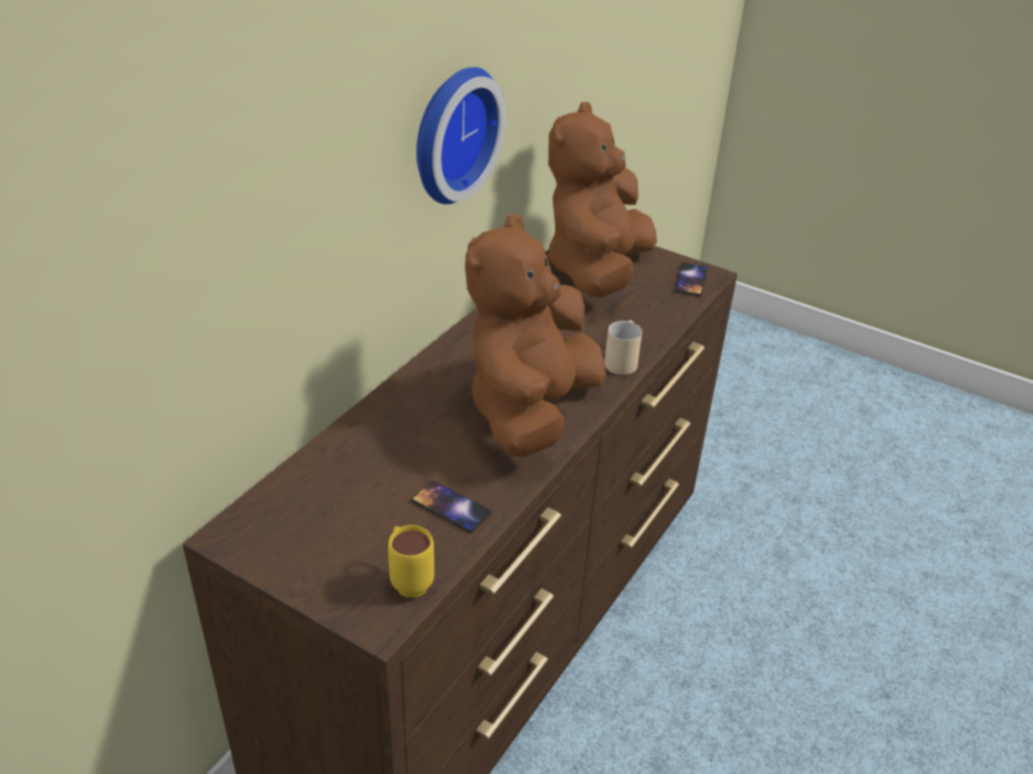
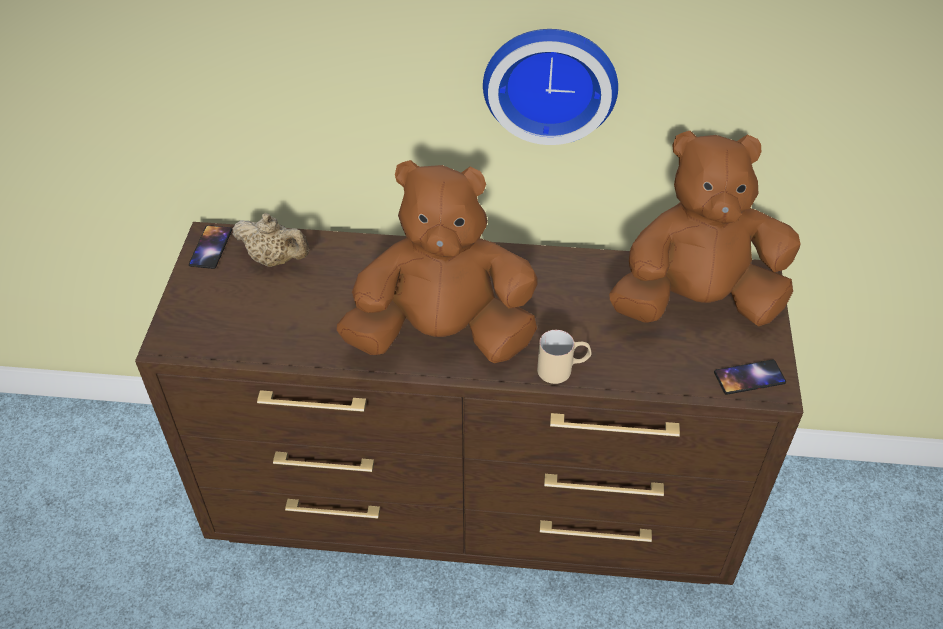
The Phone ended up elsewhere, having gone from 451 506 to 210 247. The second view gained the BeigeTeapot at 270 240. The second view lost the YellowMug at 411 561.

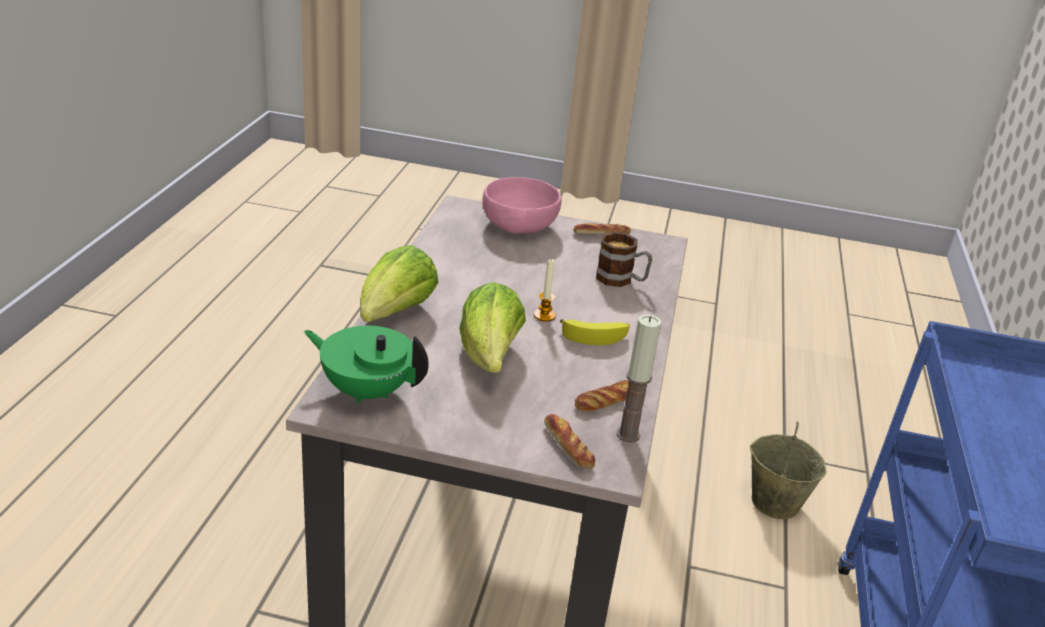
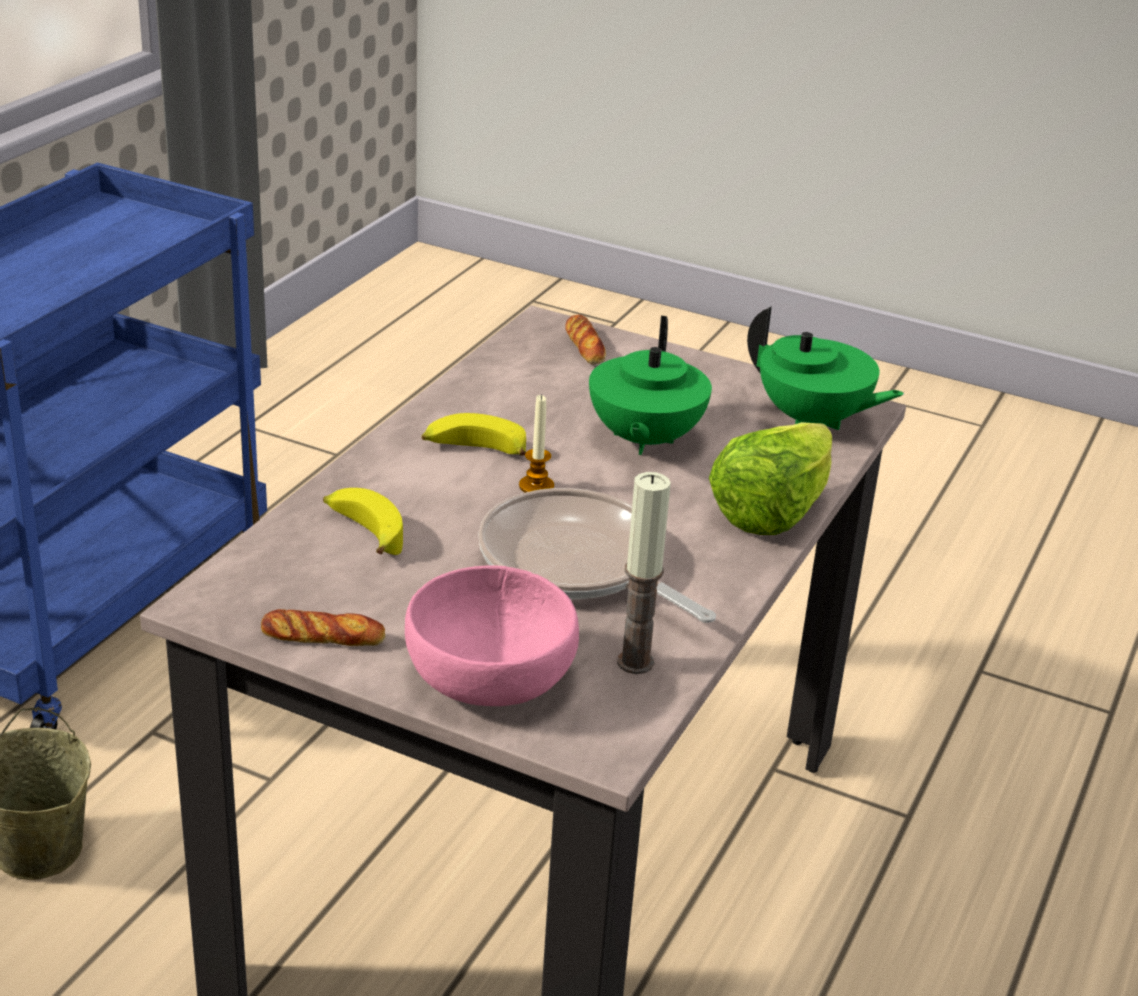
Where the Mug stood at 624 259, the Banana came to stand at 363 521. The second view gained the FryingPan at 597 555. Where the Lettuce stood at 492 327, the GreenTeapot came to stand at 650 385. The Candle ended up elsewhere, having gone from 639 378 to 644 573. The second view lost the Bread at 602 395.

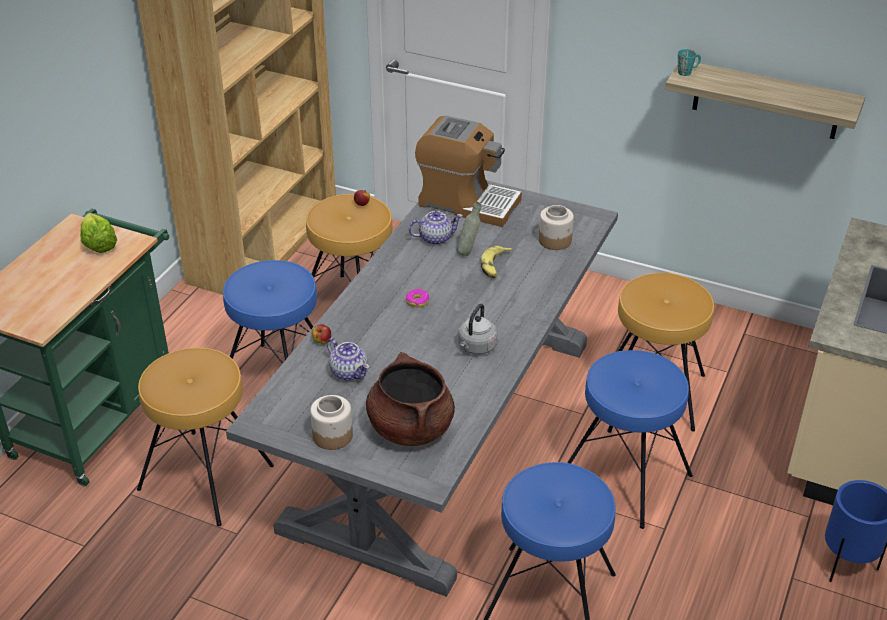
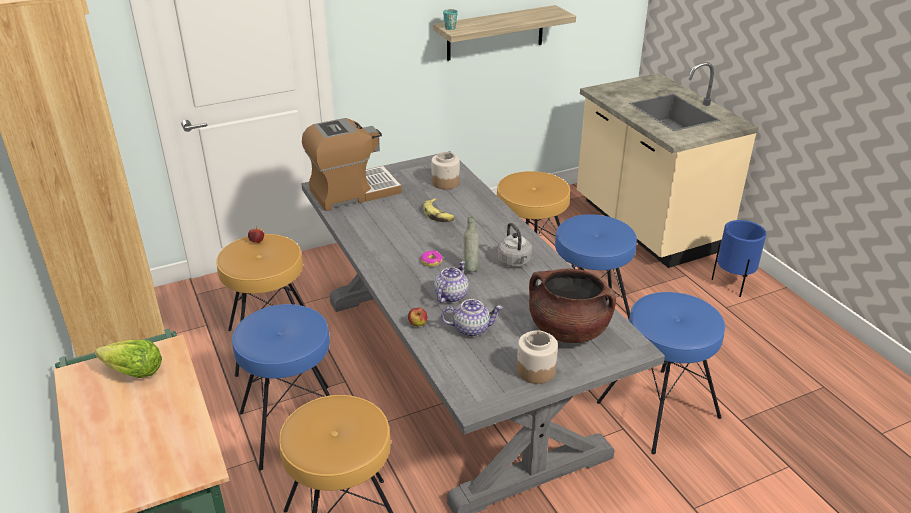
The Teapot ended up elsewhere, having gone from 436 228 to 451 282. The GreyBottle ended up elsewhere, having gone from 469 229 to 471 244.

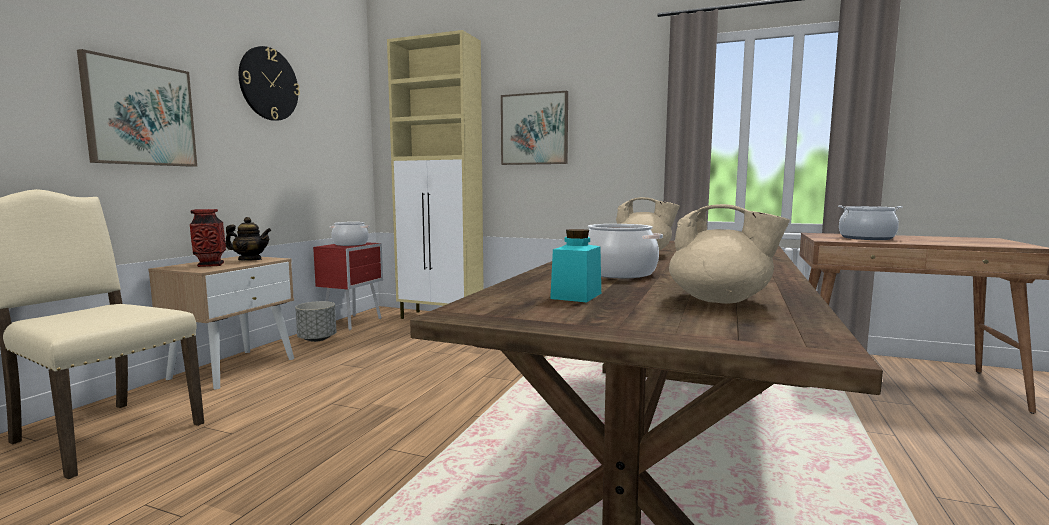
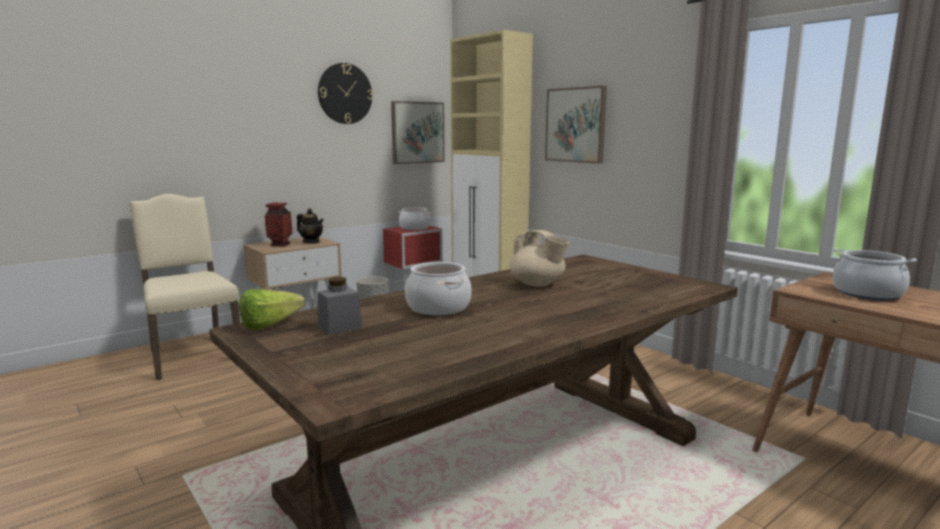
The second view gained the Lettuce at 272 309. What was the TurquoiseJar at 575 265 turned into the GreyJar at 340 306. The Picture ended up elsewhere, having gone from 137 108 to 418 132. The second view lost the BeigeTeapot at 729 254.

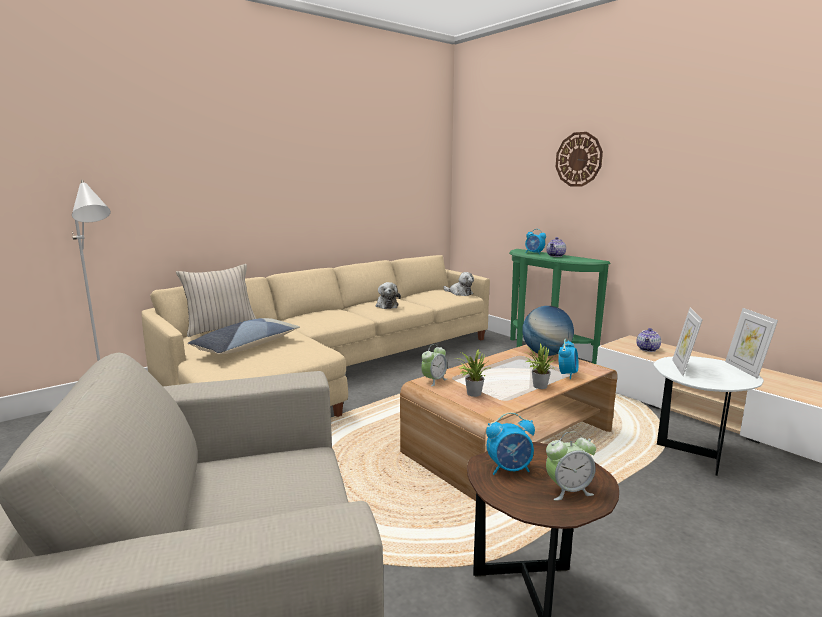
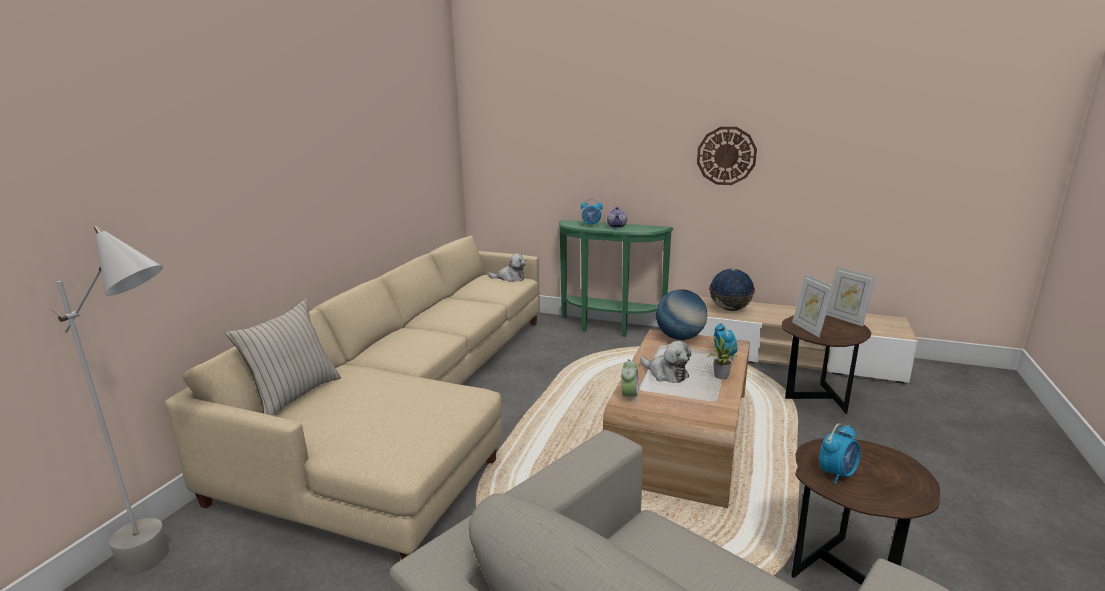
The PlushToy ended up elsewhere, having gone from 388 295 to 665 362. The WallClock ended up elsewhere, having gone from 579 159 to 727 156. Where the Teapot stood at 648 340, the Globe came to stand at 732 290. What was the WhiteSideTable at 708 416 turned into the BrownSideTable at 826 364. The second view lost the Pillow at 244 336. The second view lost the PottedPlant at 473 373. The second view lost the AlarmClock at 571 466.

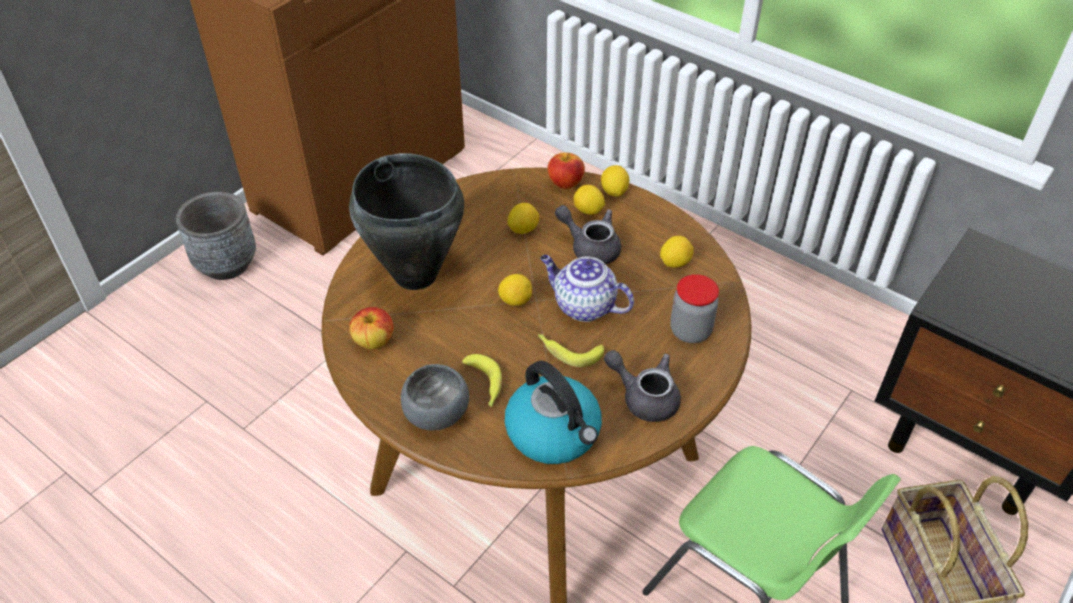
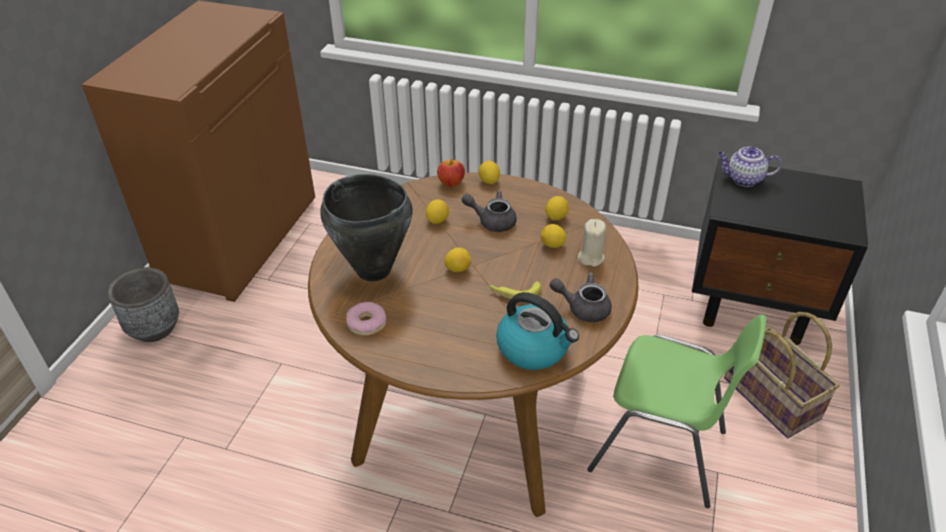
Where the Apple stood at 371 328, the Donut came to stand at 366 319. The Lemon ended up elsewhere, having gone from 589 200 to 553 236. Where the Jar stood at 694 308, the BeigeCandle came to stand at 592 243. The Teapot ended up elsewhere, having gone from 587 288 to 750 167. The second view lost the GreyBowl at 435 397. The second view lost the Banana at 482 380.

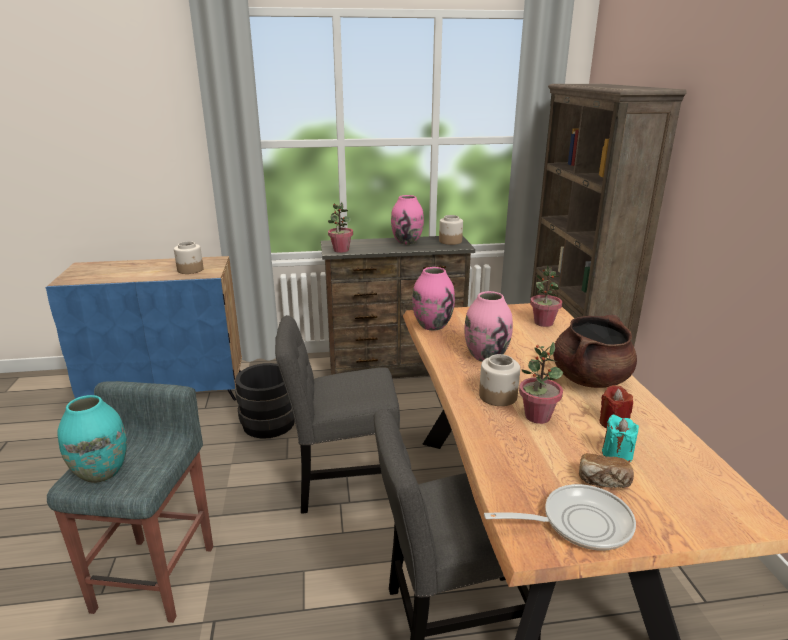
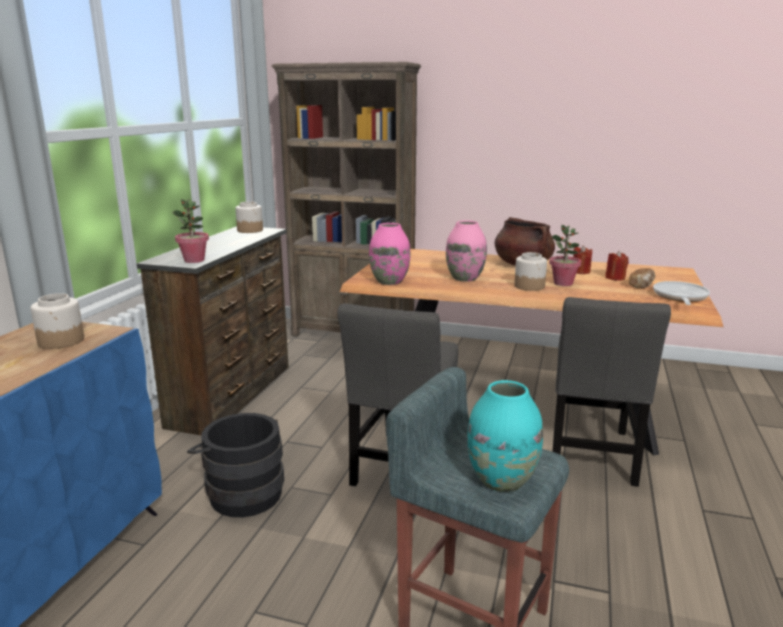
What was the TurquoiseCandle at 620 439 turned into the RedCandle at 617 266. The second view lost the PinkVase at 407 220. The second view lost the PottedPlant at 546 296.

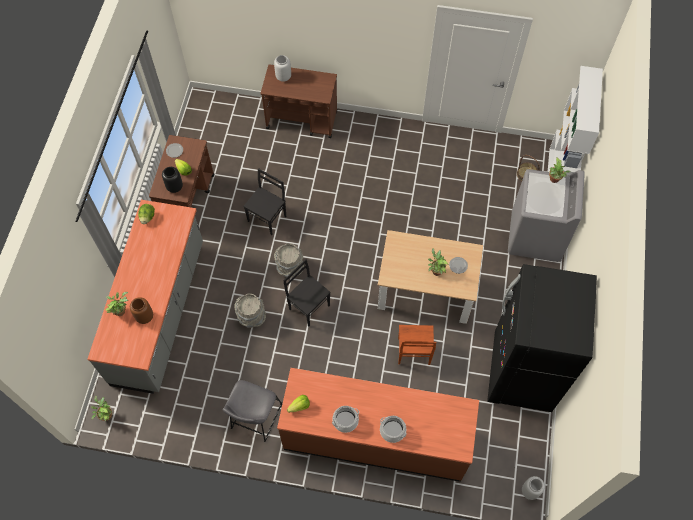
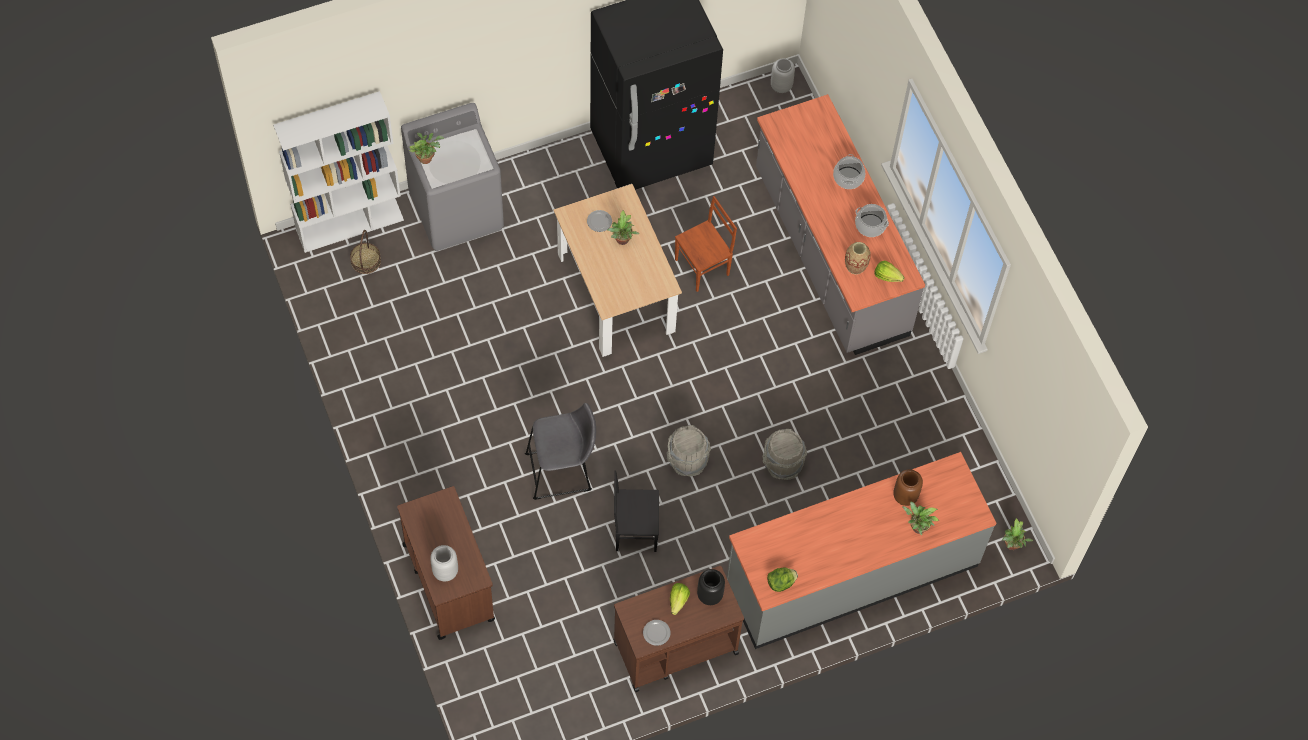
The GreyStool ended up elsewhere, having gone from 252 411 to 560 451. What was the BrownCounter at 378 425 turned into the GreyCounter at 840 224. The second view gained the Vase at 858 258. The second view lost the BlackChair at 307 292.

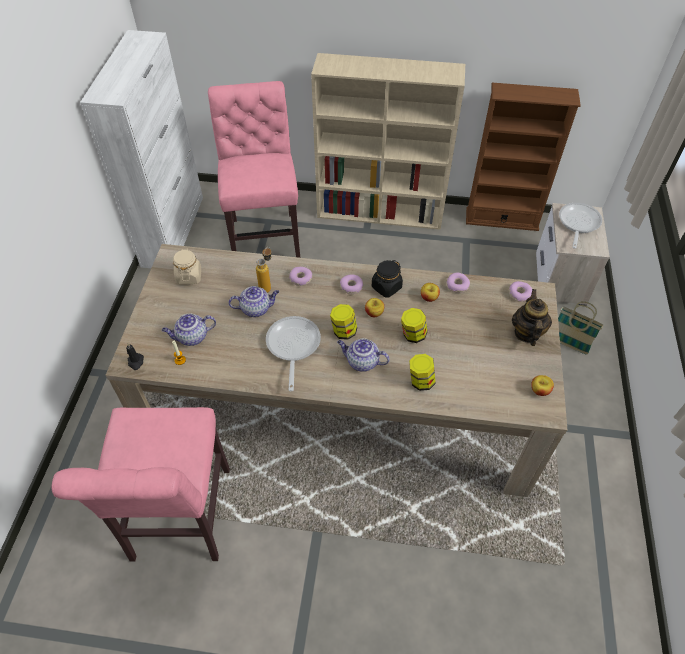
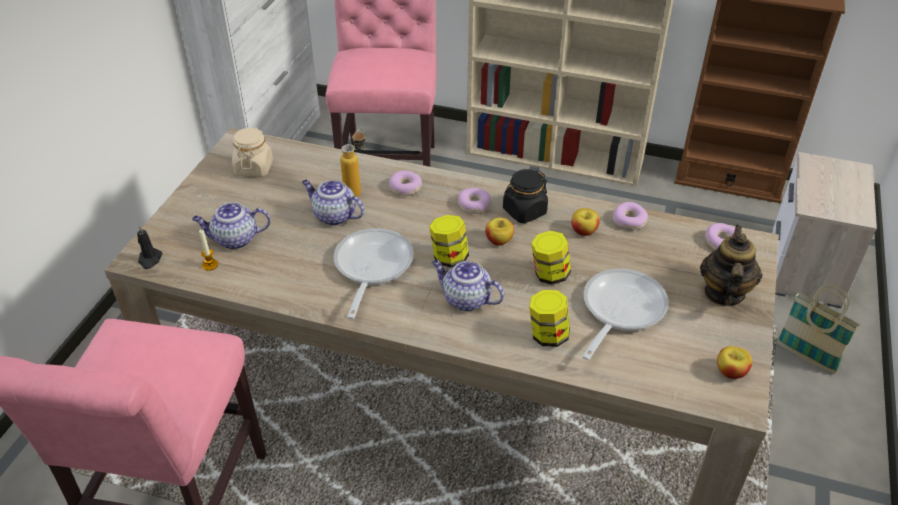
The Teapot at 253 301 ended up facing another way, 150 degrees counterclockwise from before. The FryingPan ended up elsewhere, having gone from 580 226 to 625 314.

